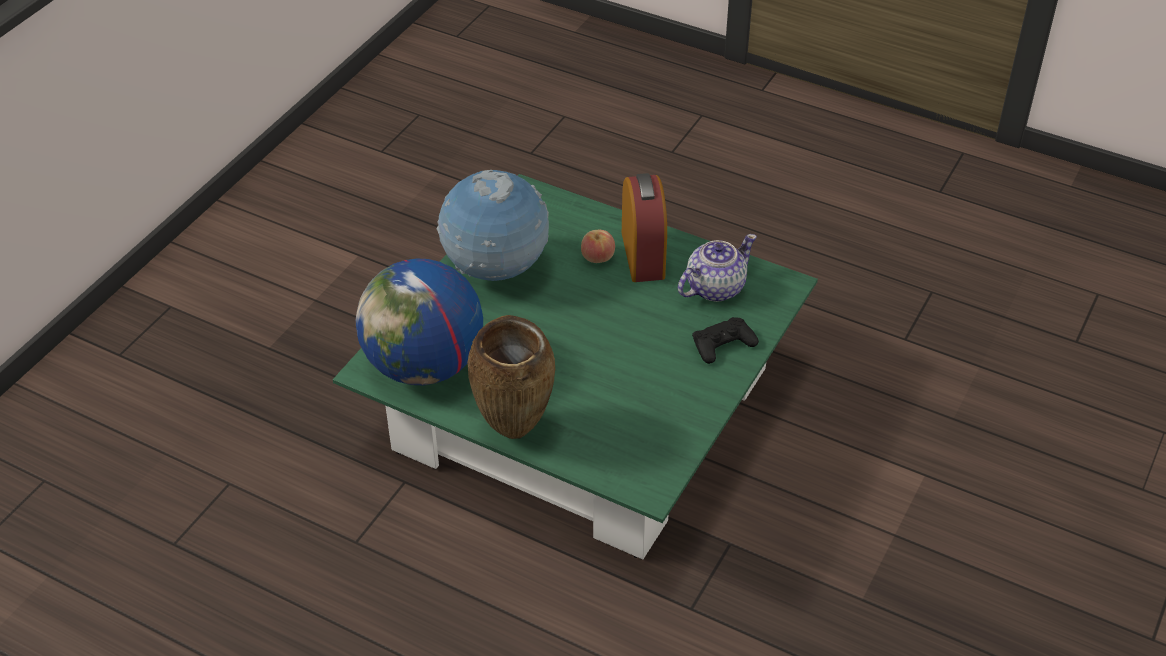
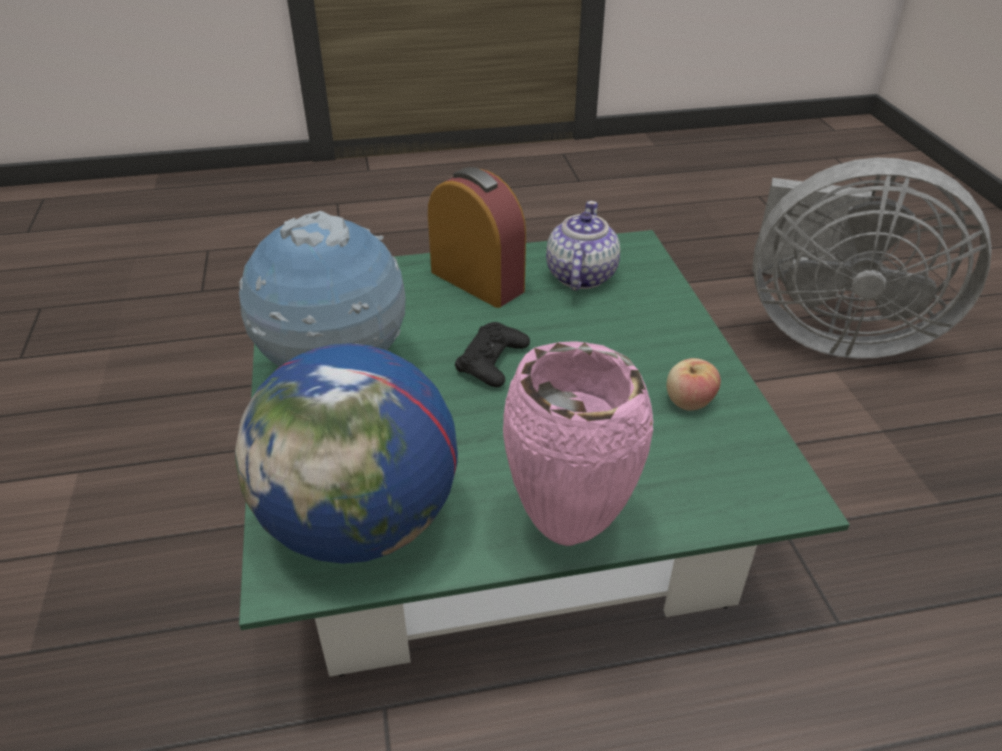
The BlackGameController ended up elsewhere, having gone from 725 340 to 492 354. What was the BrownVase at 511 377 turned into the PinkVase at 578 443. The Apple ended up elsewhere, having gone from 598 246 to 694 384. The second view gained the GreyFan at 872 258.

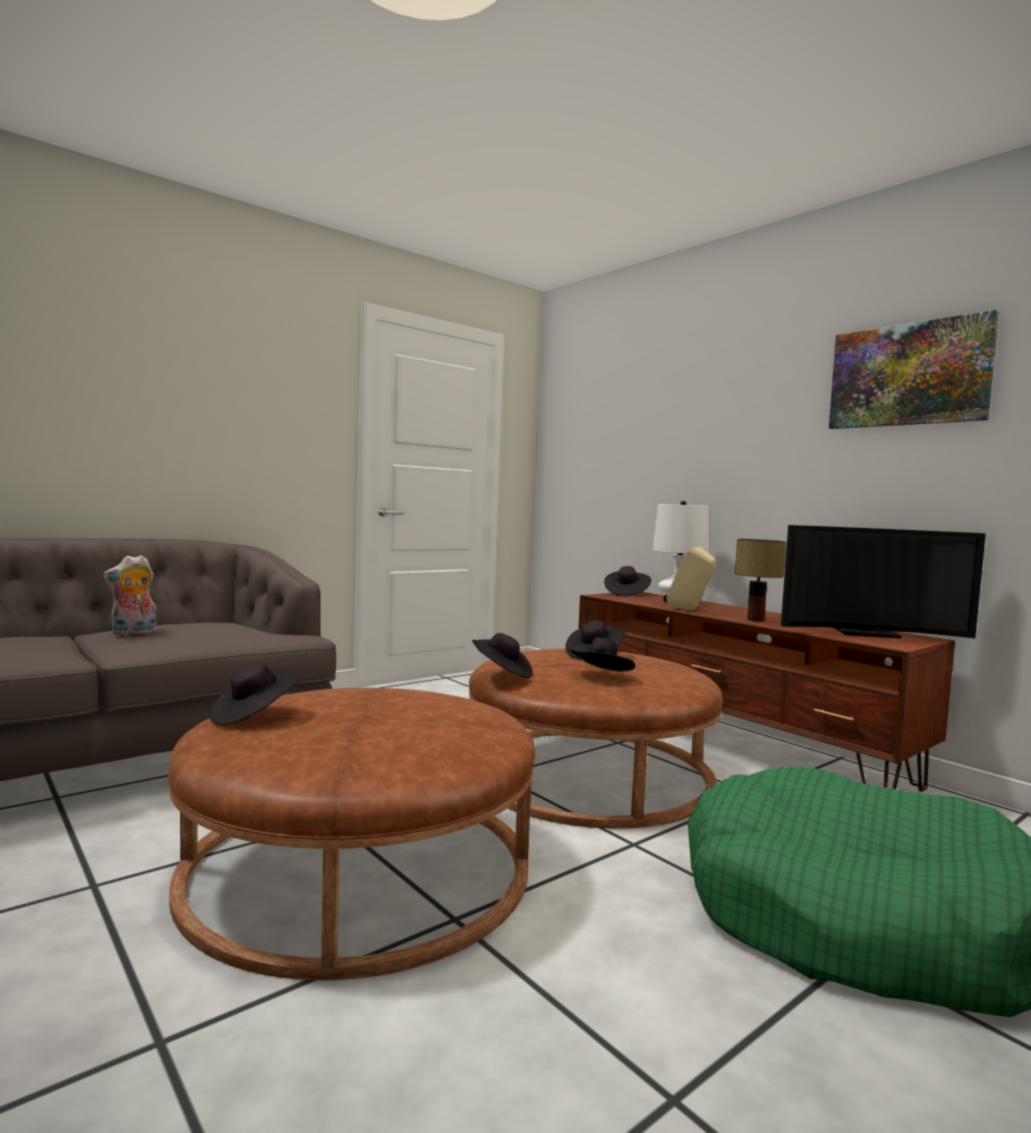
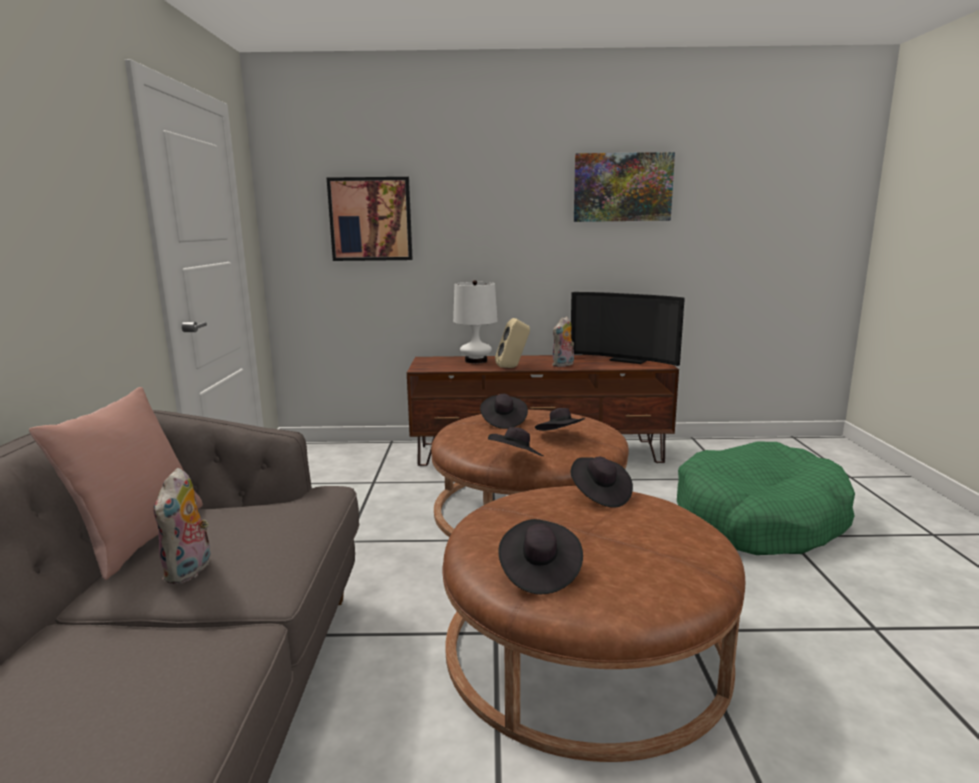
The second view gained the PinkPillow at 116 483. The second view gained the Picture at 370 219. Where the TableLamp stood at 760 580, the PlushToy came to stand at 563 341. The Television at 883 581 ended up facing another way, 75 degrees clockwise from before. The BlackHat ended up elsewhere, having gone from 627 581 to 602 482.

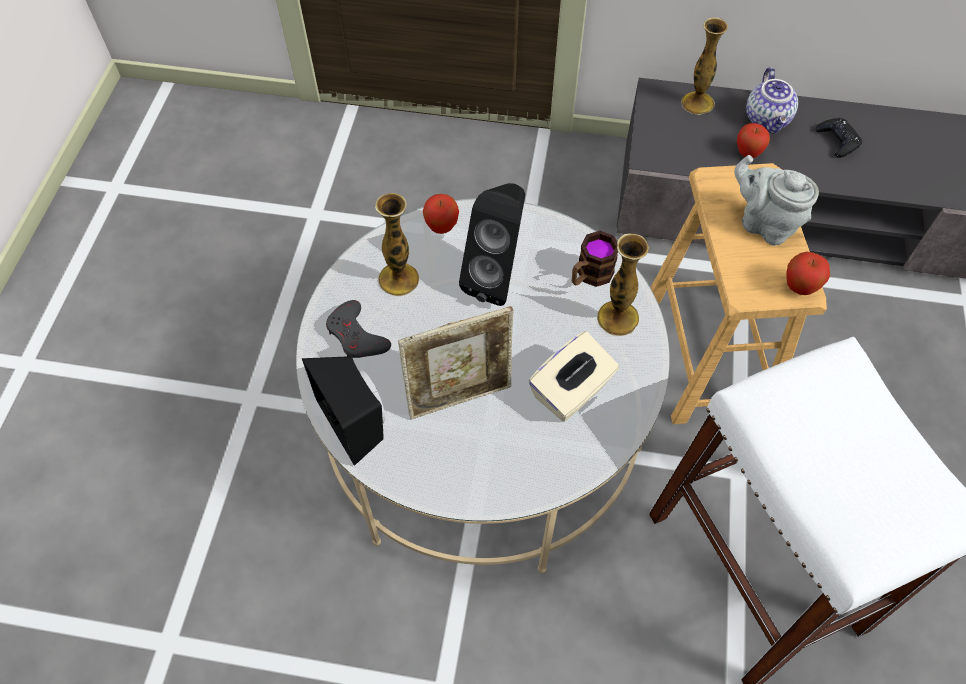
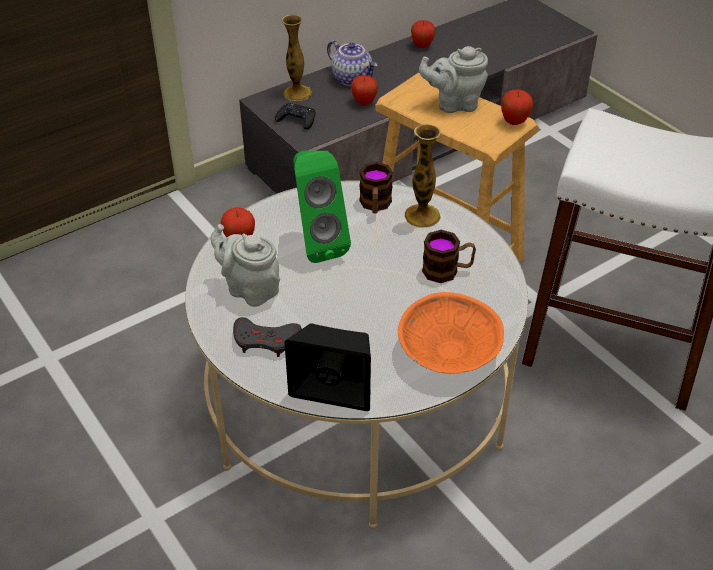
Where the Vase stood at 397 244, the GreyTeapot came to stand at 245 265. The BlackGameController ended up elsewhere, having gone from 839 138 to 295 116. What was the BlackSpeaker at 492 244 turned into the GreenSpeaker at 322 207. The second view gained the OrangeBowl at 451 332. The second view gained the Apple at 423 34. Where the BeigeTissueBox stood at 574 376, the Mug came to stand at 449 256. The second view lost the PictureFrame at 456 362.

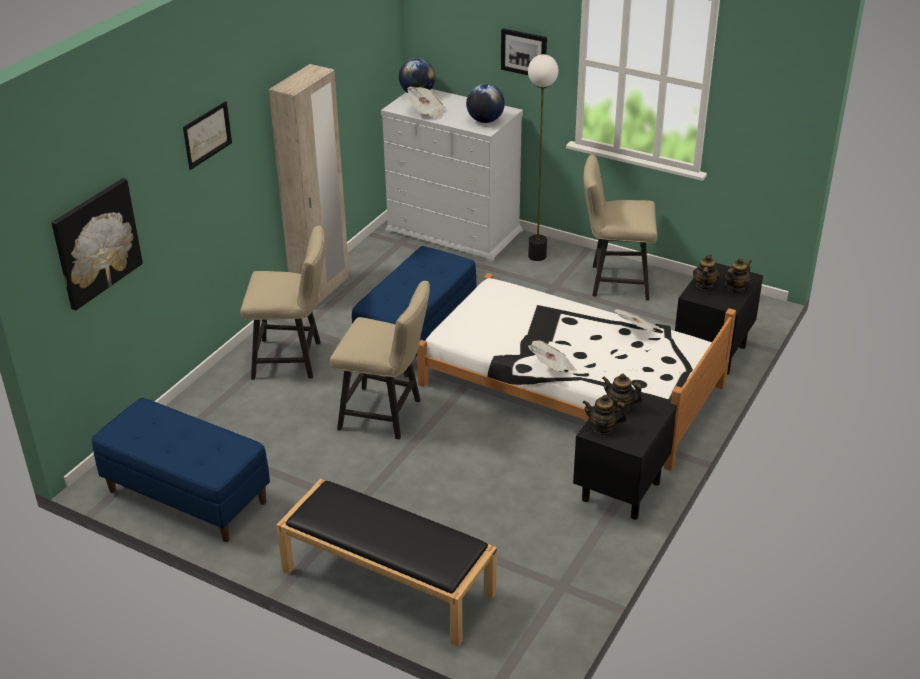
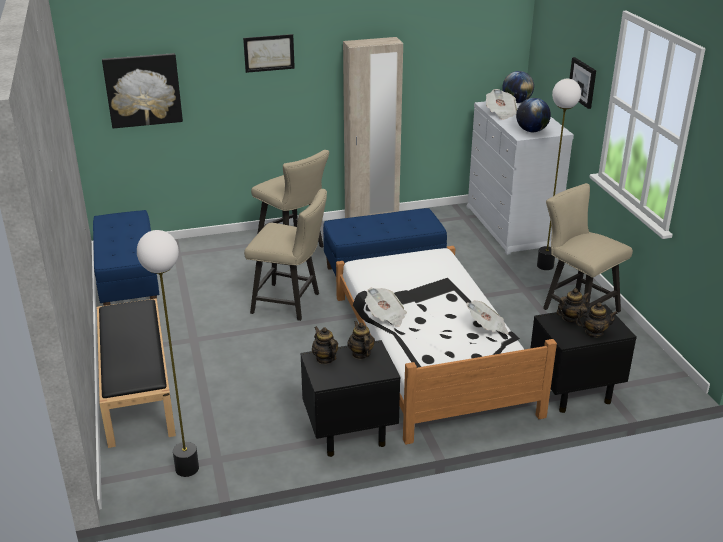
The second view gained the FloorLamp at 168 353. The BeigeChair at 380 360 ended up facing another way, 45 degrees counterclockwise from before.

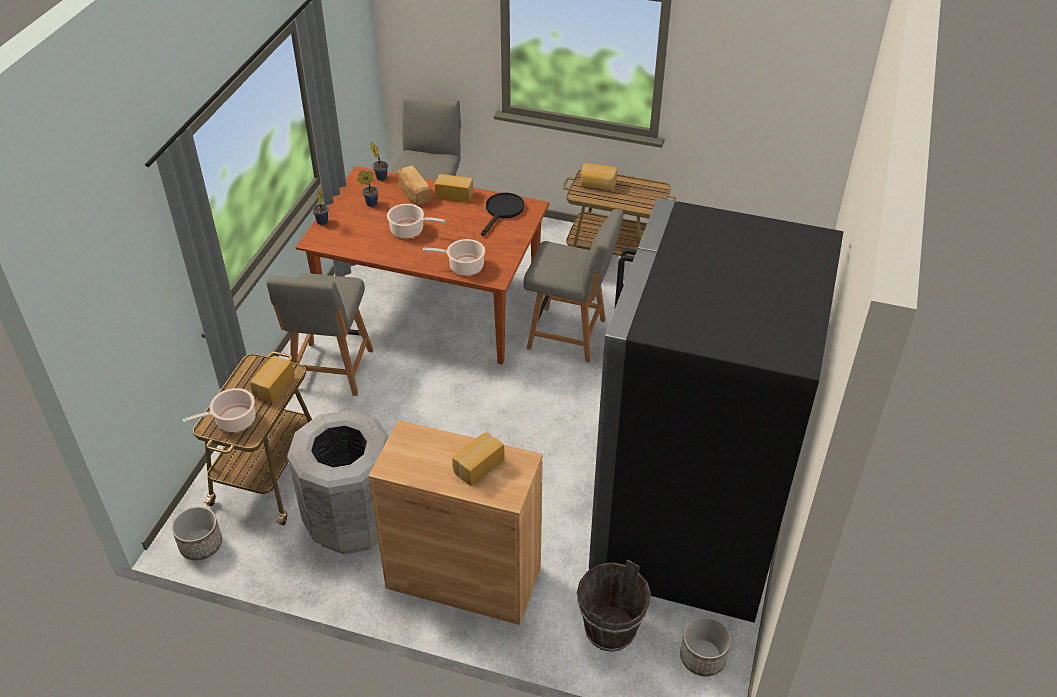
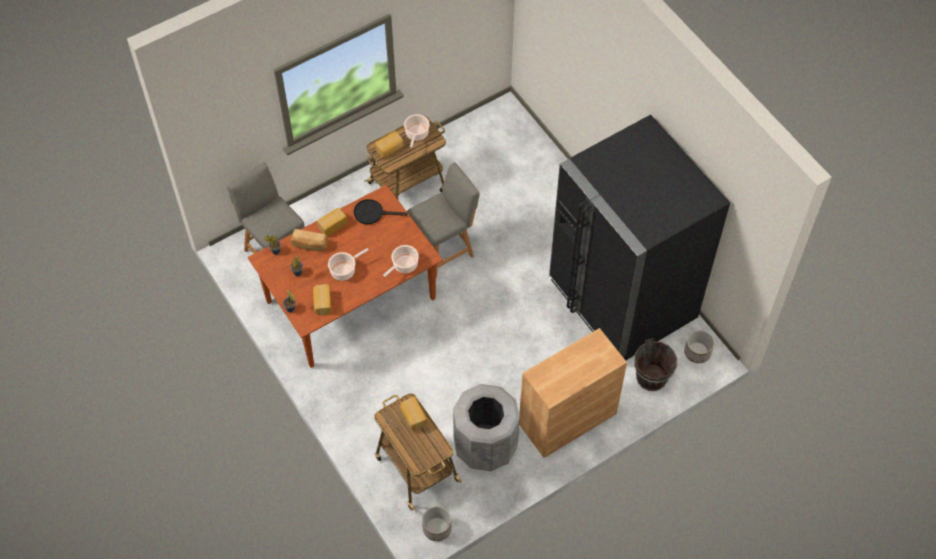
The Bread ended up elsewhere, having gone from 478 459 to 322 299. The BlackFryingPan at 502 214 ended up facing another way, 60 degrees counterclockwise from before. The CookingPot ended up elsewhere, having gone from 219 410 to 417 131. The second view lost the GreyChair at 319 334.

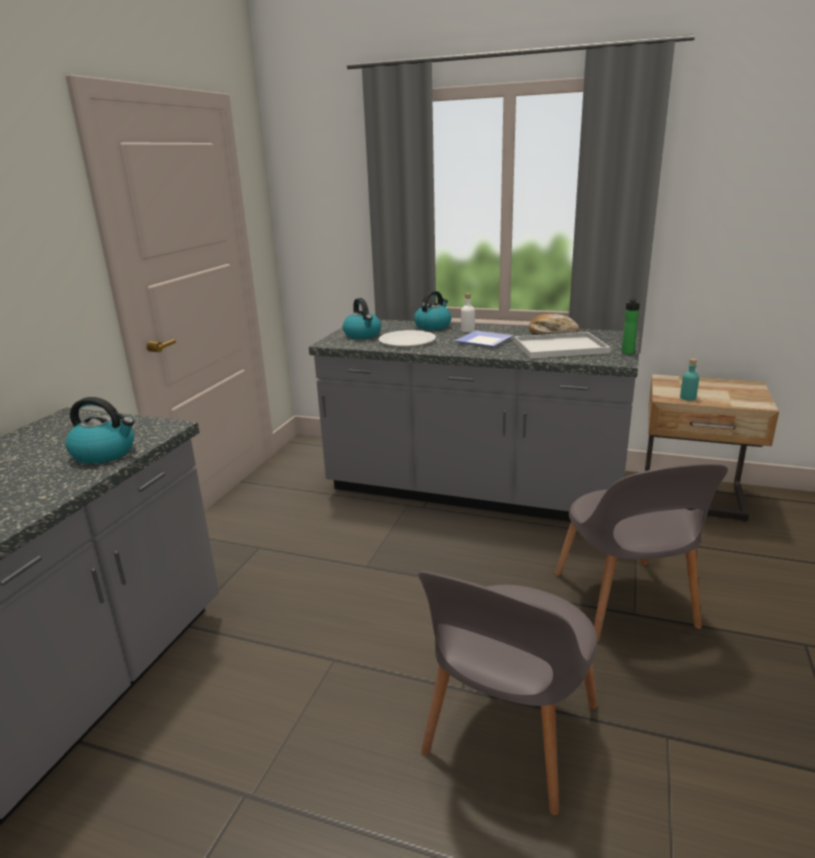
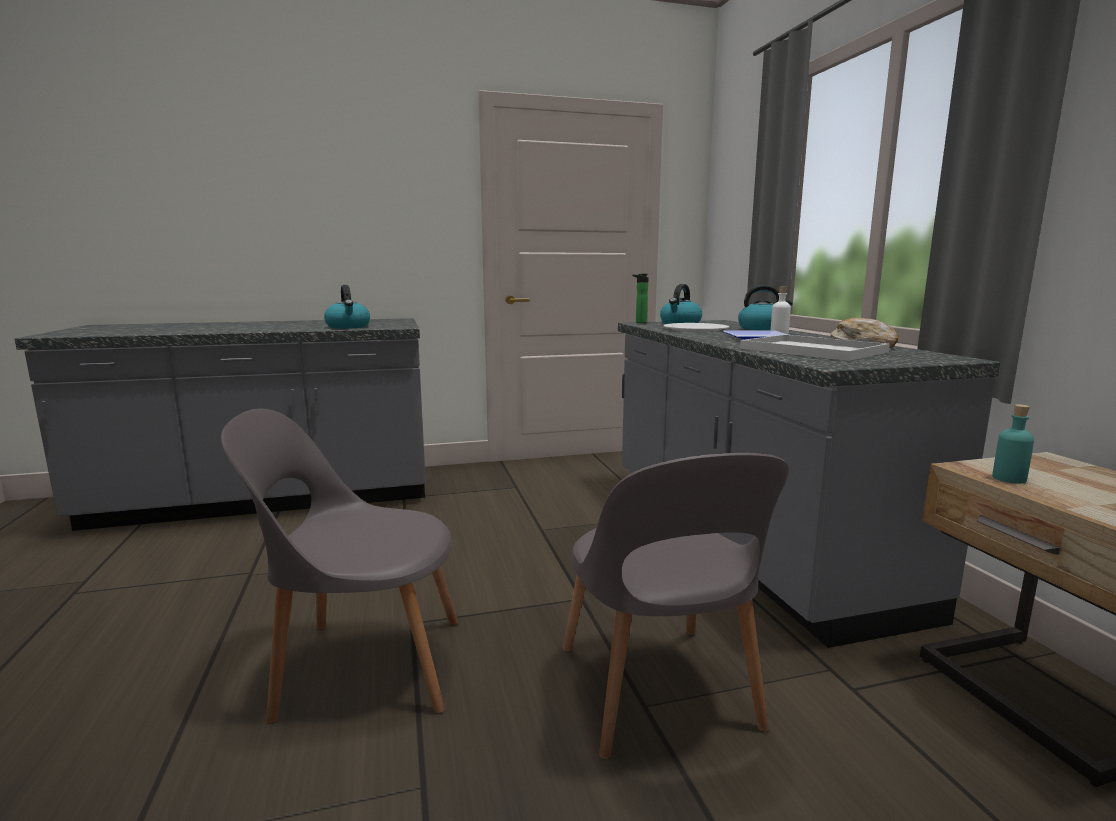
The GreyChair at 641 552 ended up facing another way, 60 degrees counterclockwise from before. The Bottle ended up elsewhere, having gone from 631 326 to 640 298.

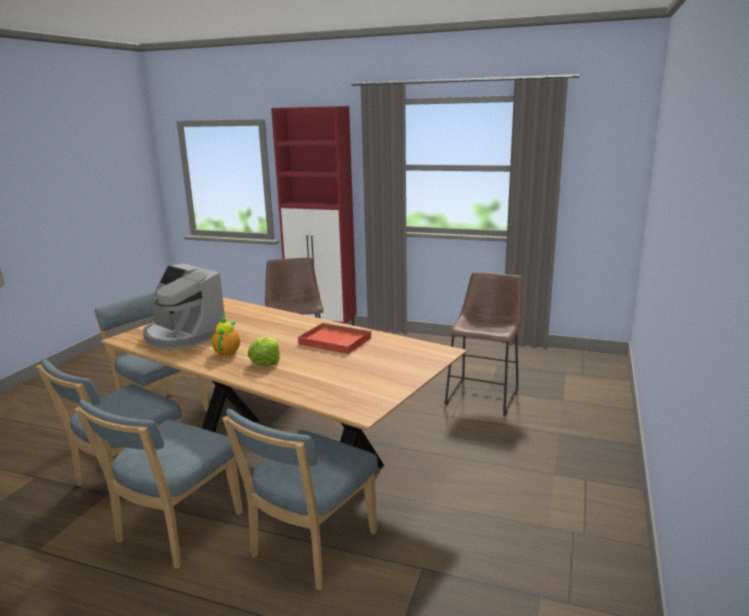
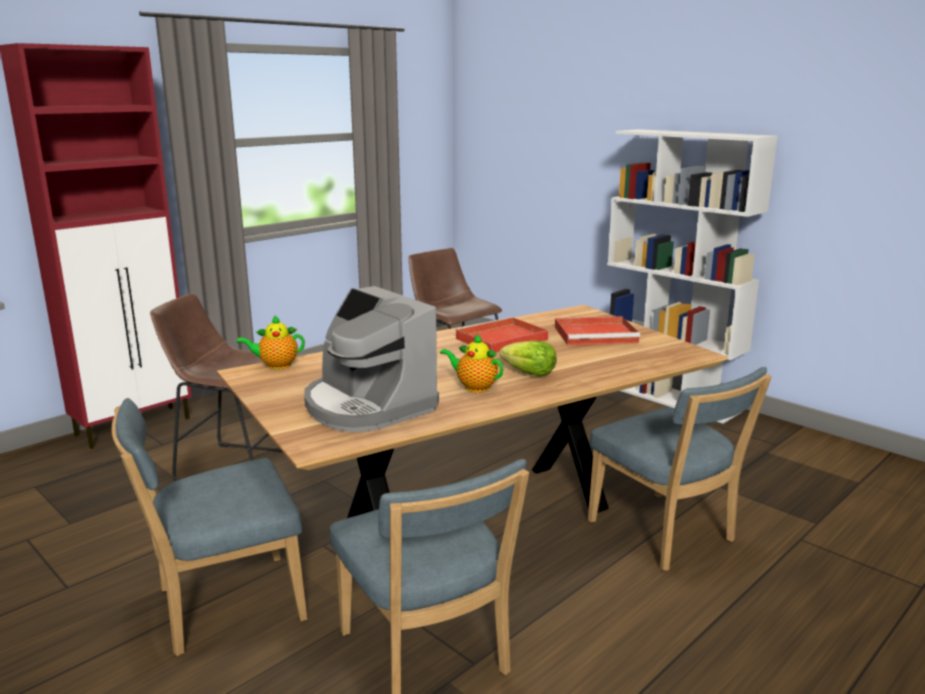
The second view gained the Teapot at 271 342. The CoffeeMachine at 184 306 ended up facing another way, 75 degrees clockwise from before. The second view gained the RedTray at 597 330. The second view gained the WhiteBookcase at 693 276. The second view lost the BlueChair at 159 484.

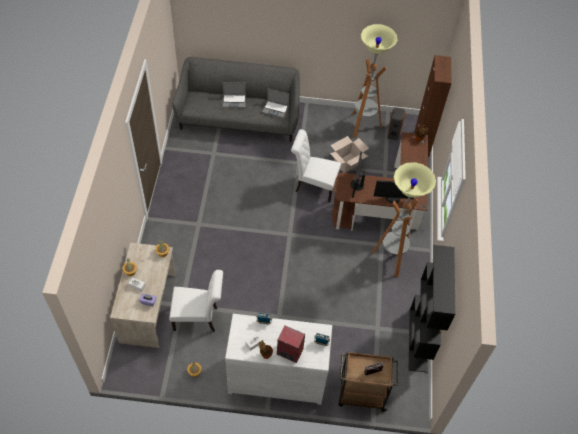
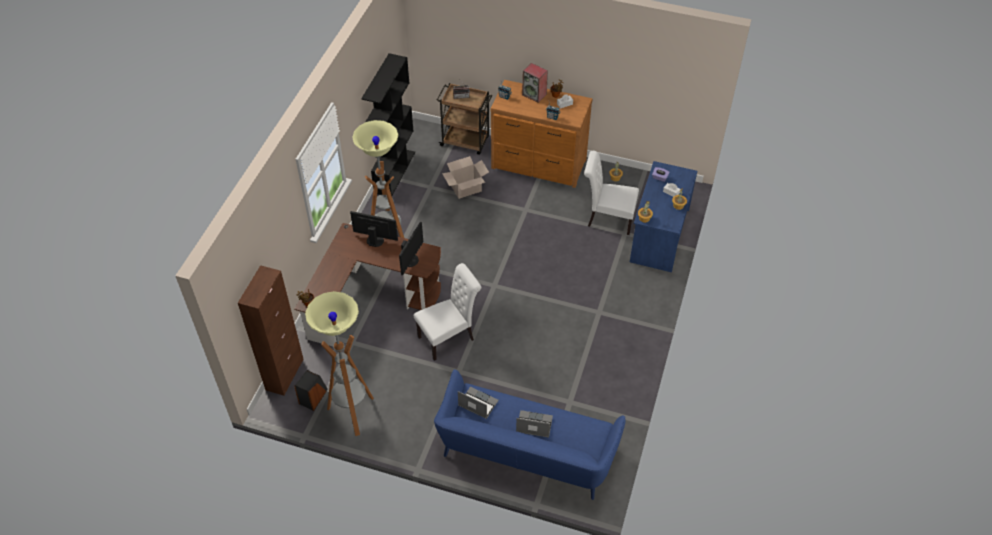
The WhiteChair at 316 165 ended up facing another way, 60 degrees counterclockwise from before. What was the GreySofa at 236 99 turned into the BlueSofa at 530 435. The CardboardBox ended up elsewhere, having gone from 349 154 to 465 177. What was the WhiteDresser at 278 359 turned into the BrownDresser at 541 134. What was the BeigeDesk at 143 295 turned into the BlueDesk at 663 216.

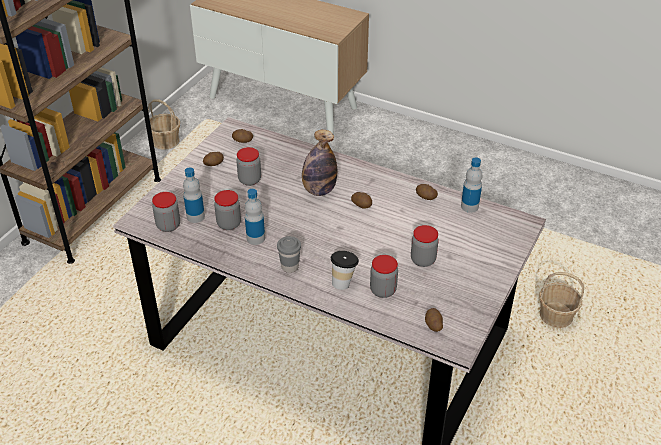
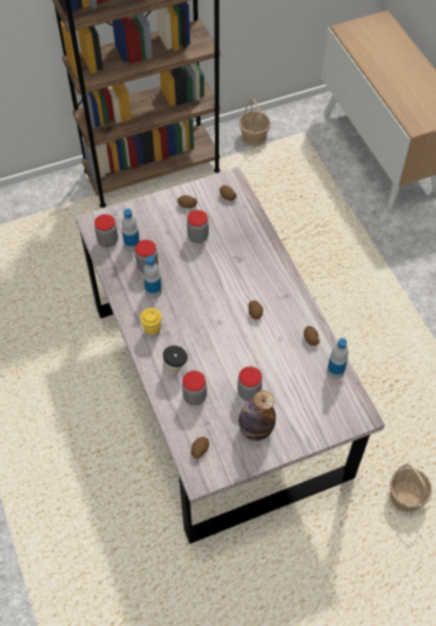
What was the GreyCup at 289 254 turned into the YellowCup at 150 323. The Bottle ended up elsewhere, having gone from 319 163 to 257 415.

